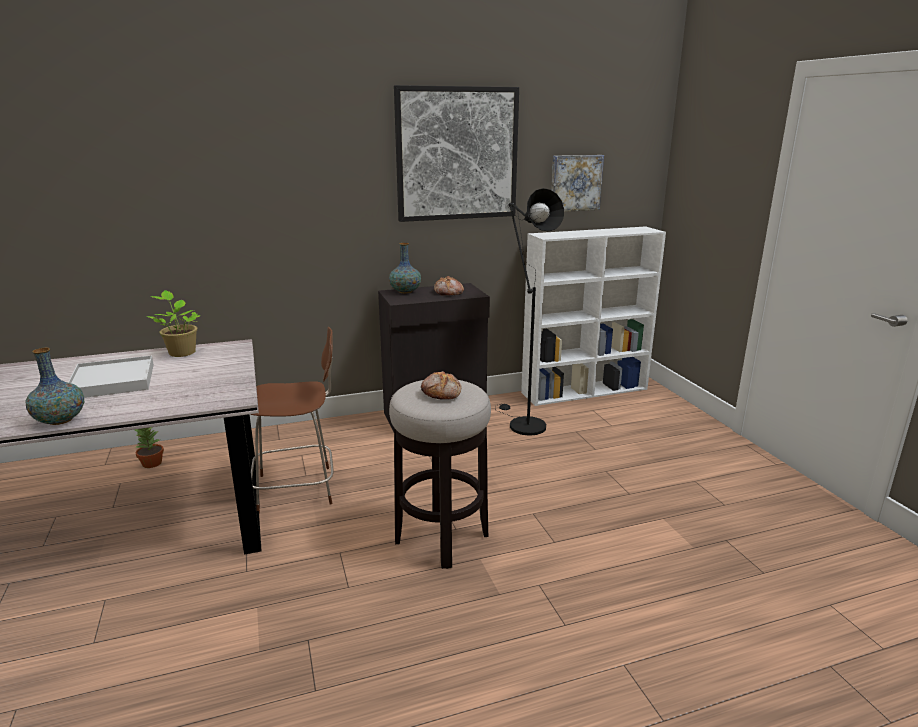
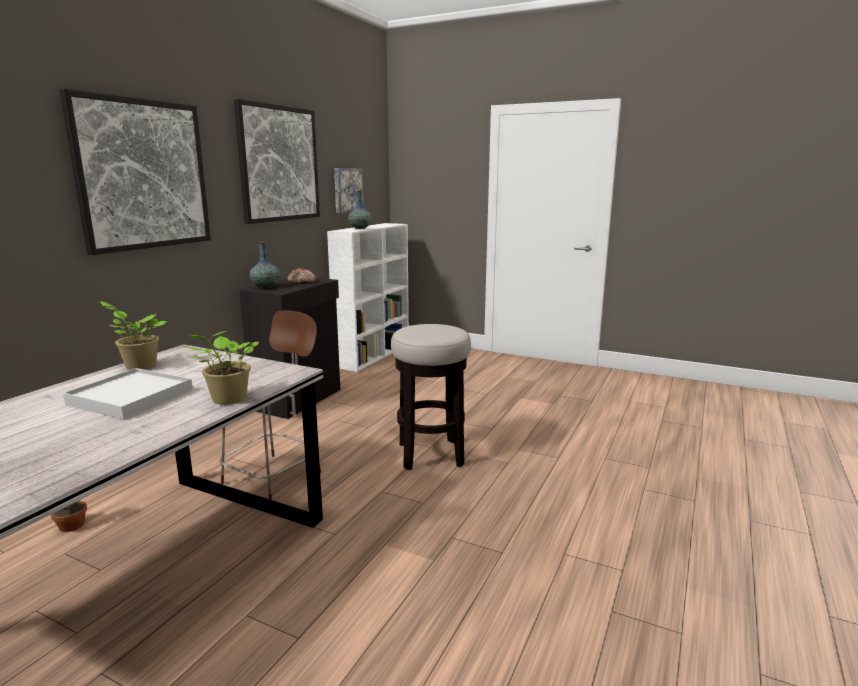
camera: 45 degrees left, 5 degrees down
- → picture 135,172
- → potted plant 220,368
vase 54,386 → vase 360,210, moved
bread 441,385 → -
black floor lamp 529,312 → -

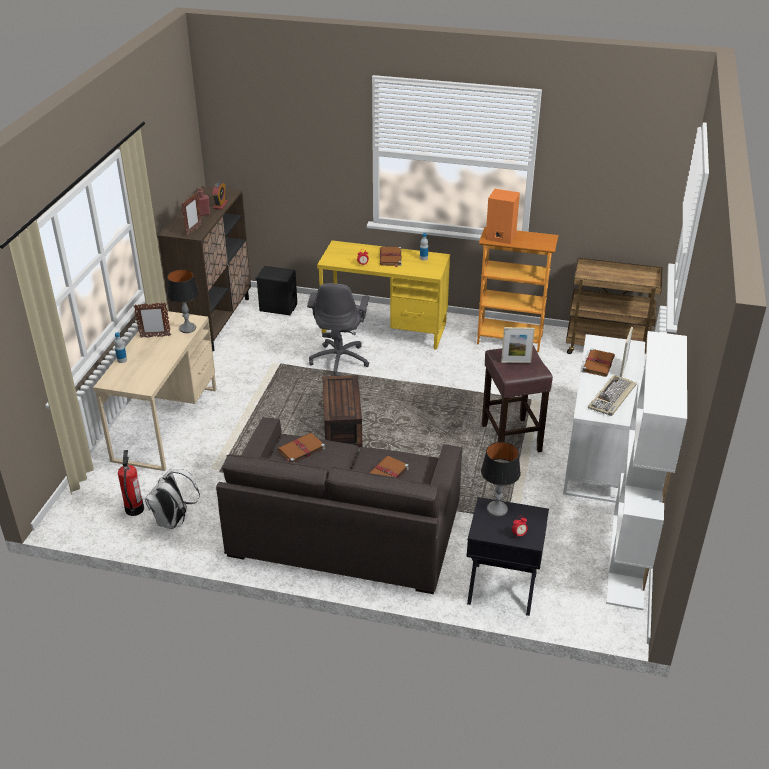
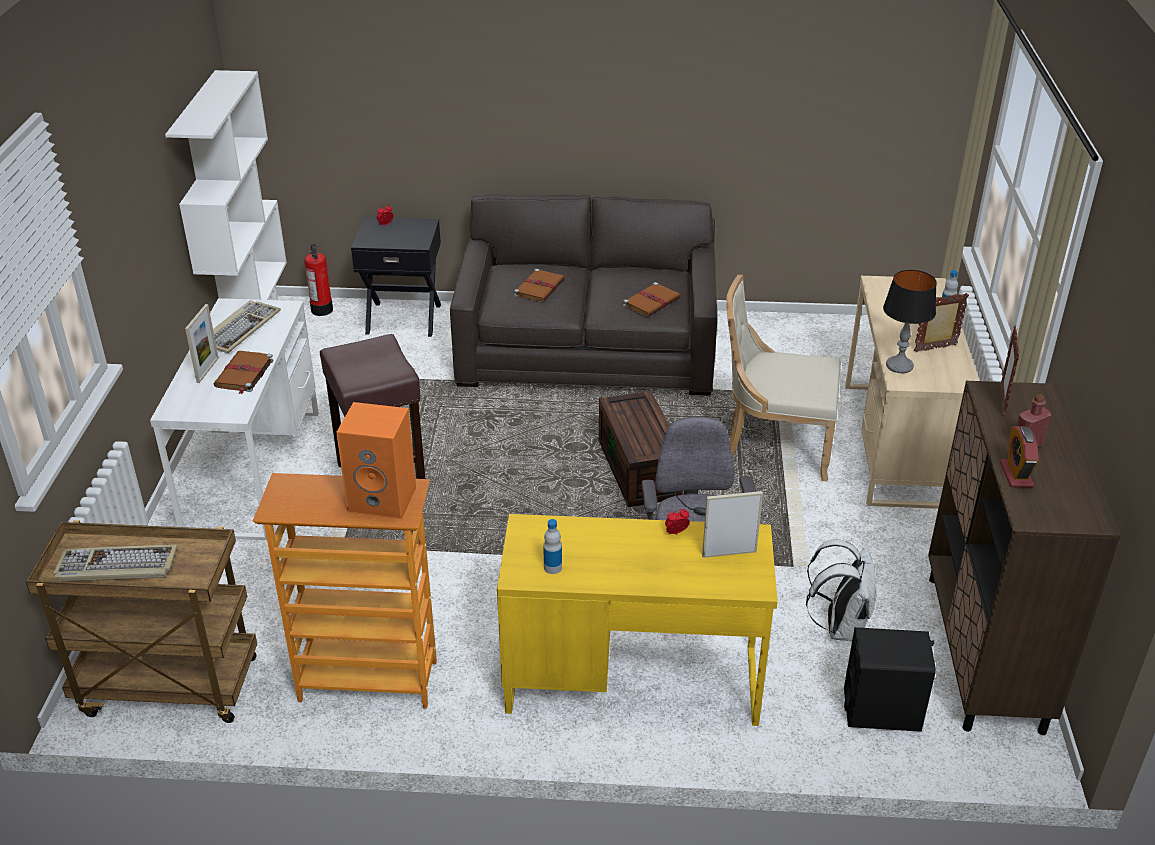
camera: 170 degrees right, 0 degrees up
- → keyboard 115,563
fire extinguisher 131,483 → fire extinguisher 319,280, moved
picture frame 518,345 → picture frame 732,524, moved
- → beige chair 783,378
white backpack 172,498 → white backpack 841,590, moved
brown book 391,257 → -
table lamp 501,479 → -

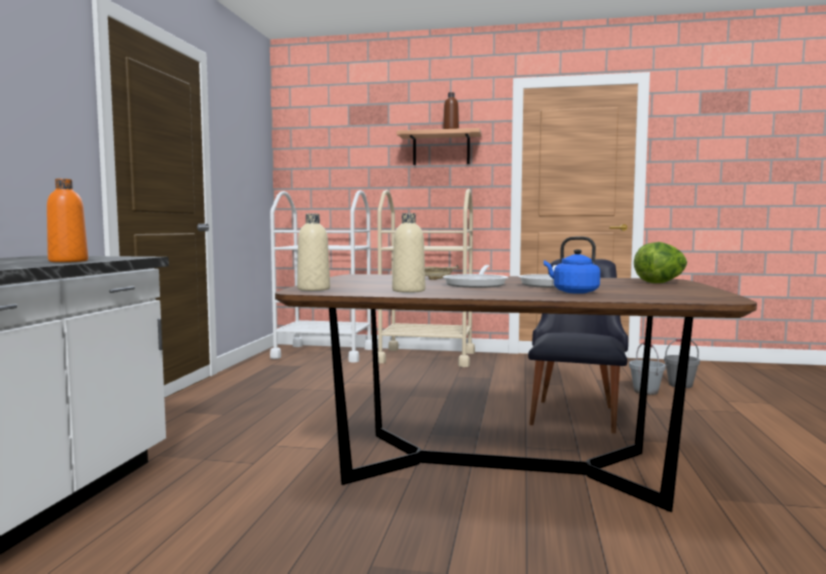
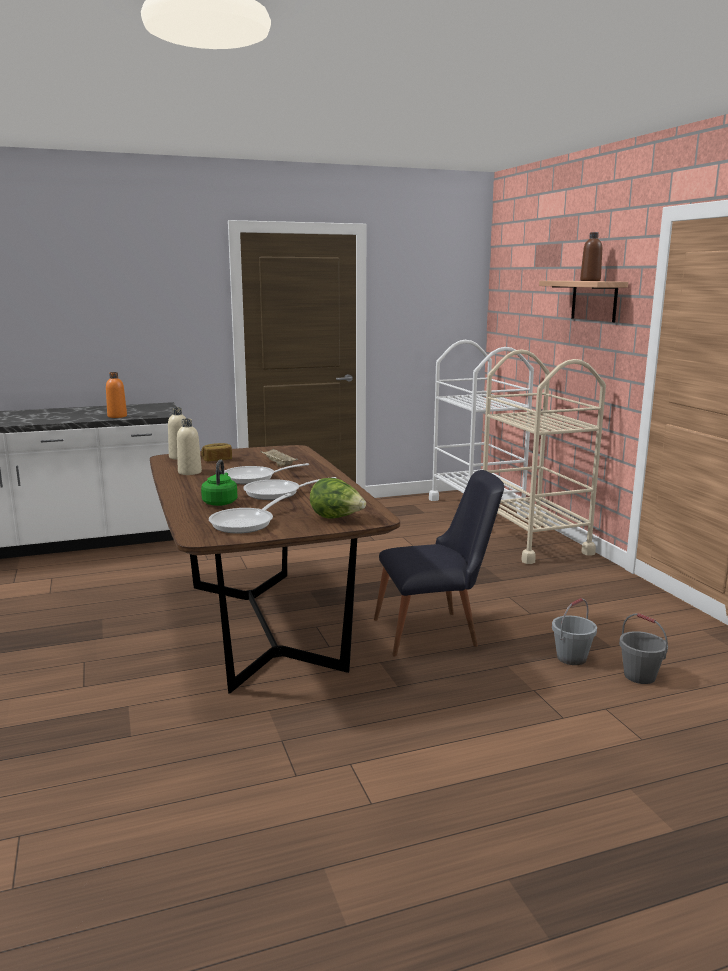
camera: 60 degrees right, 10 degrees up
- → bread 216,452
blue kettle 572,265 → green kettle 219,483
- → frying pan 250,513

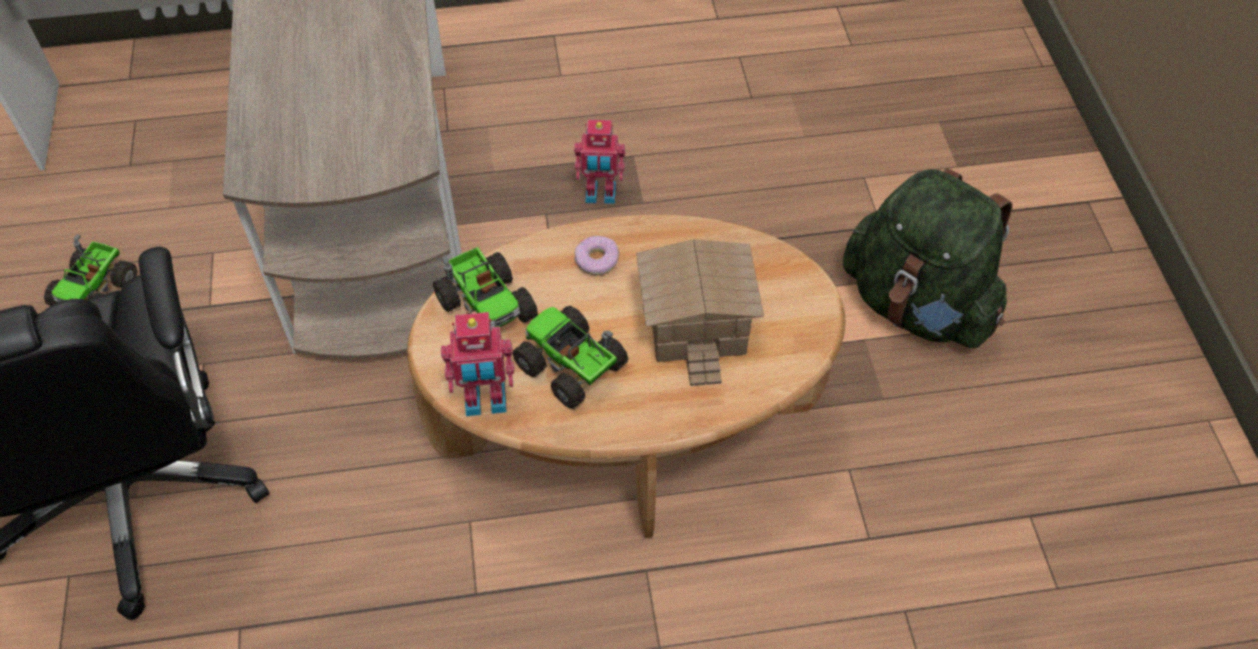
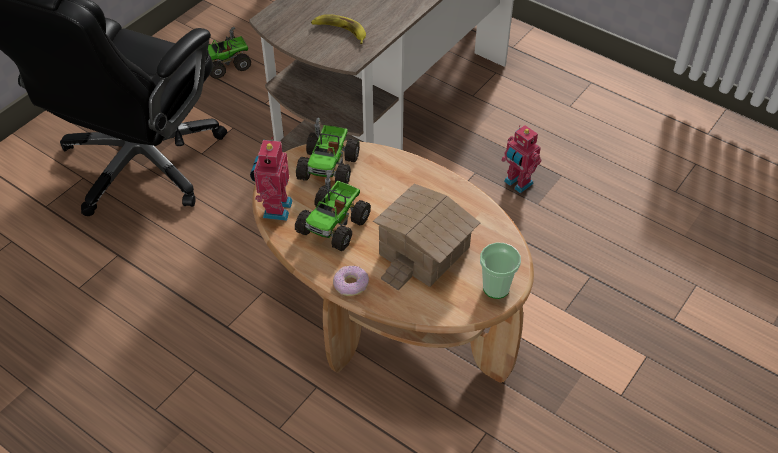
camera: 45 degrees right, 5 degrees down
toy robot 478,364 → toy robot 271,179, 60 degrees clockwise
toy truck 570,357 → toy truck 333,212, 150 degrees counterclockwise
- → banana 338,29
donut 597,255 → donut 351,281, moved
- → cup 500,270
green backpack 927,258 → -

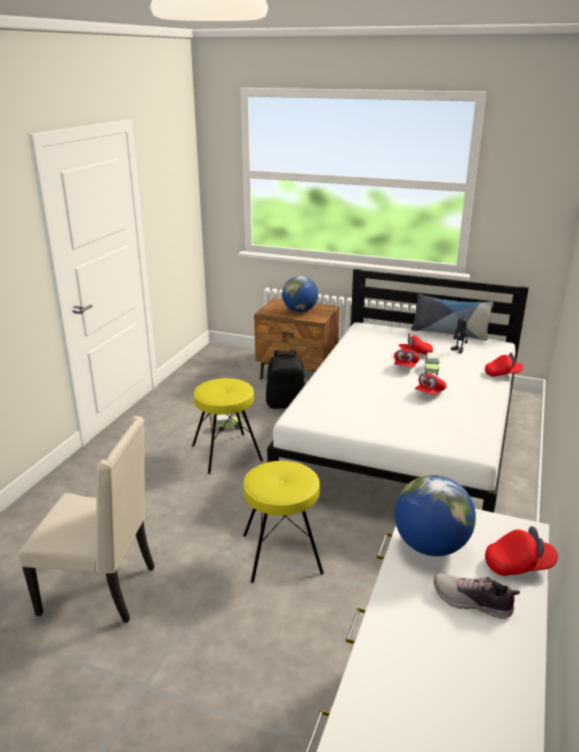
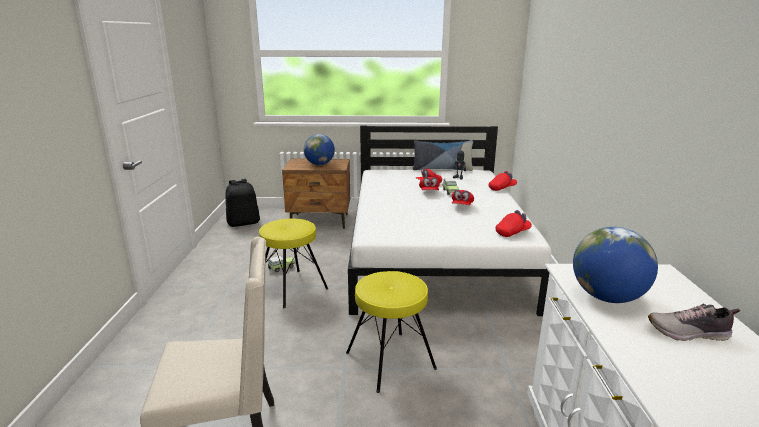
camera: 20 degrees left, 5 degrees down
black backpack 285,379 → black backpack 242,203, moved
red cap 521,551 → red cap 514,223, moved

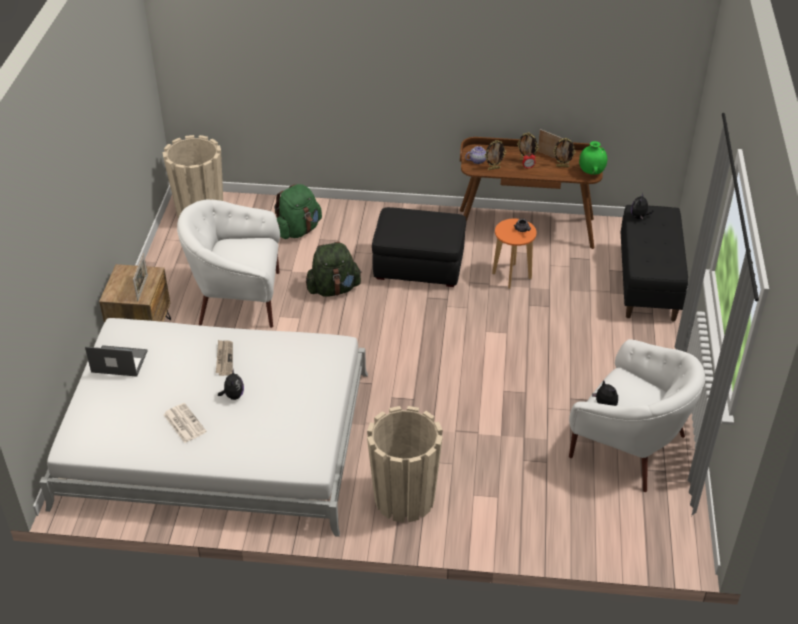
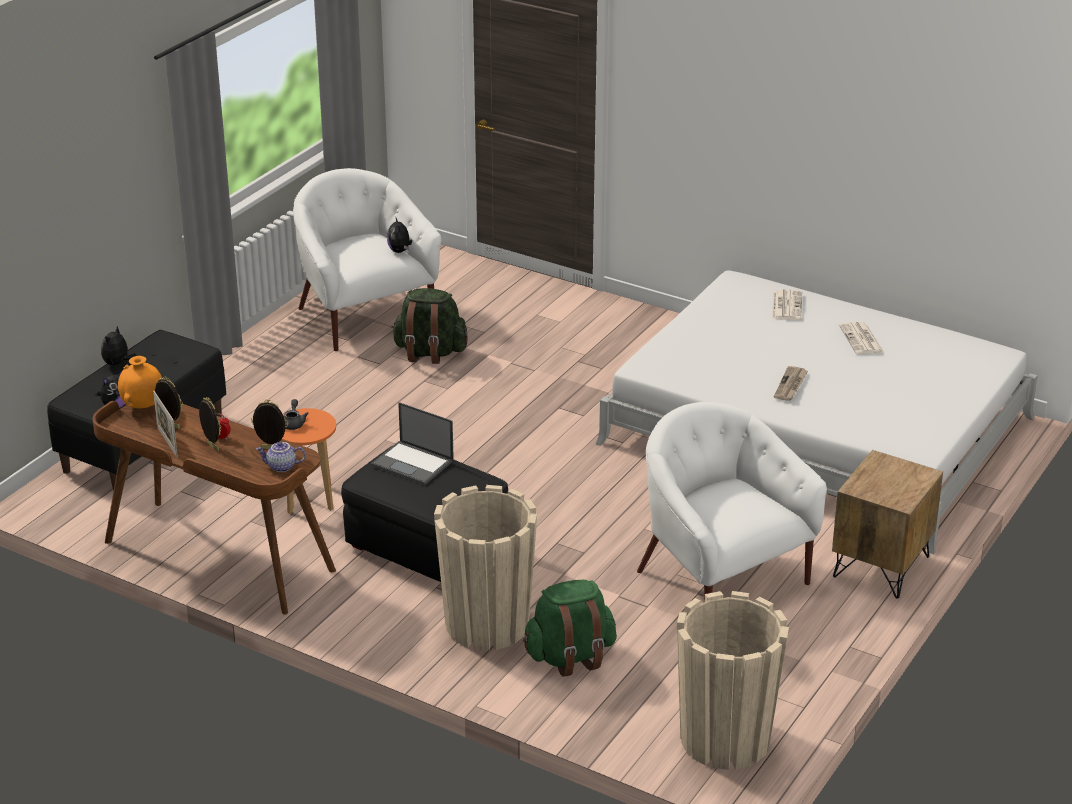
camera: 155 degrees left, 10 degrees down
plush toy 231,384 → plush toy 118,345, moved
green vase 593,158 → orange vase 140,382
laptop 116,361 → laptop 412,443, moved
green backpack 334,269 → green backpack 430,326, moved
beige planter 405,464 → beige planter 485,568, moved
white armchair 228,263 → white armchair 732,502, 150 degrees counterclockwise
- → newspaper 787,305
picture frame 140,277 → -

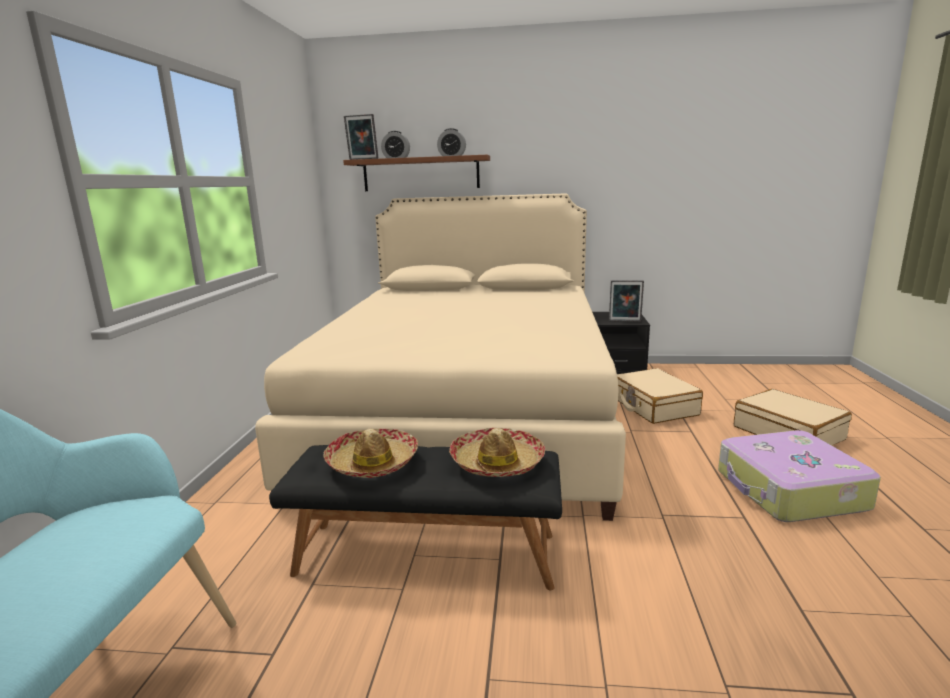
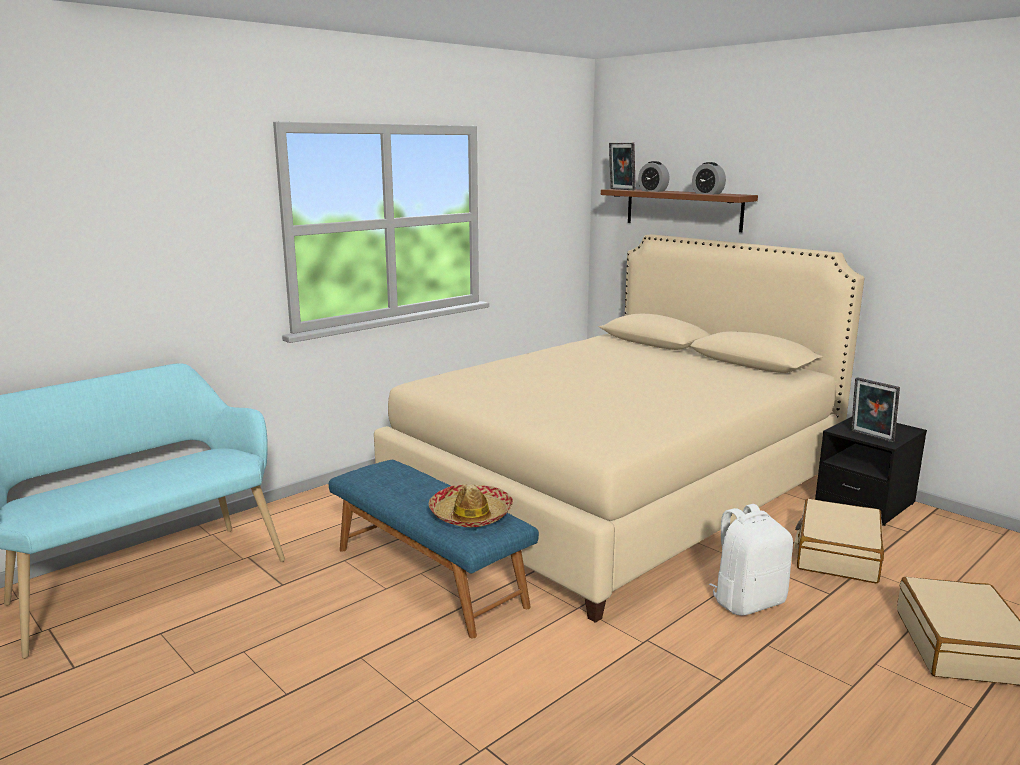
camera: 40 degrees right, 0 degrees up
black bench 415,517 → blue bench 434,549
- → white backpack 751,560
hat 371,453 → -
suitcase 799,476 → -

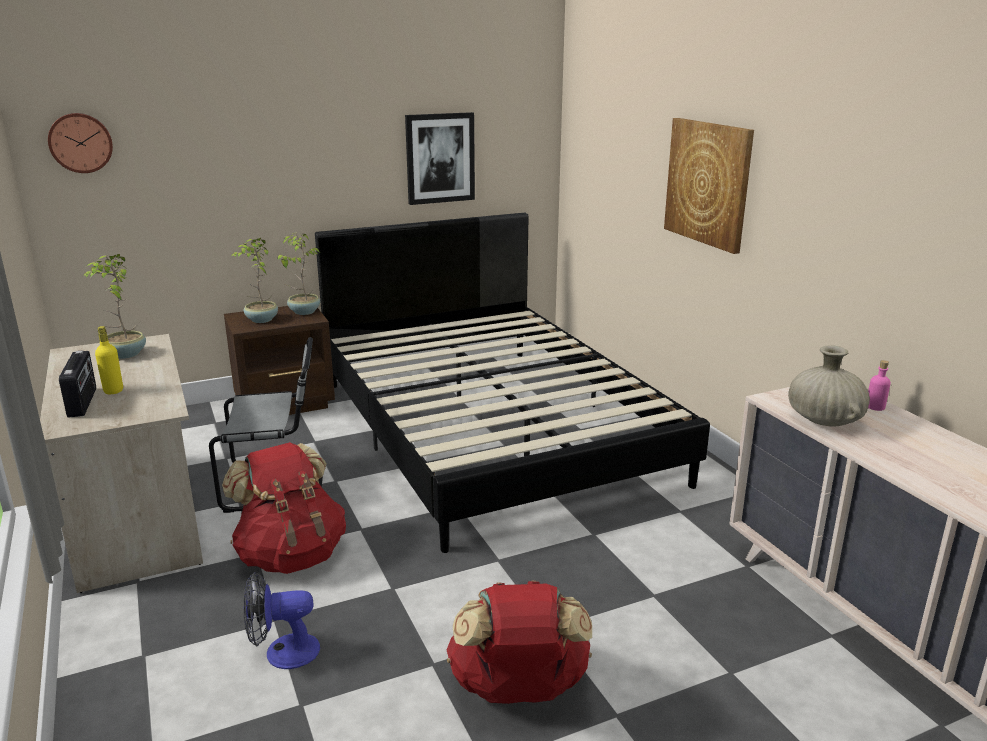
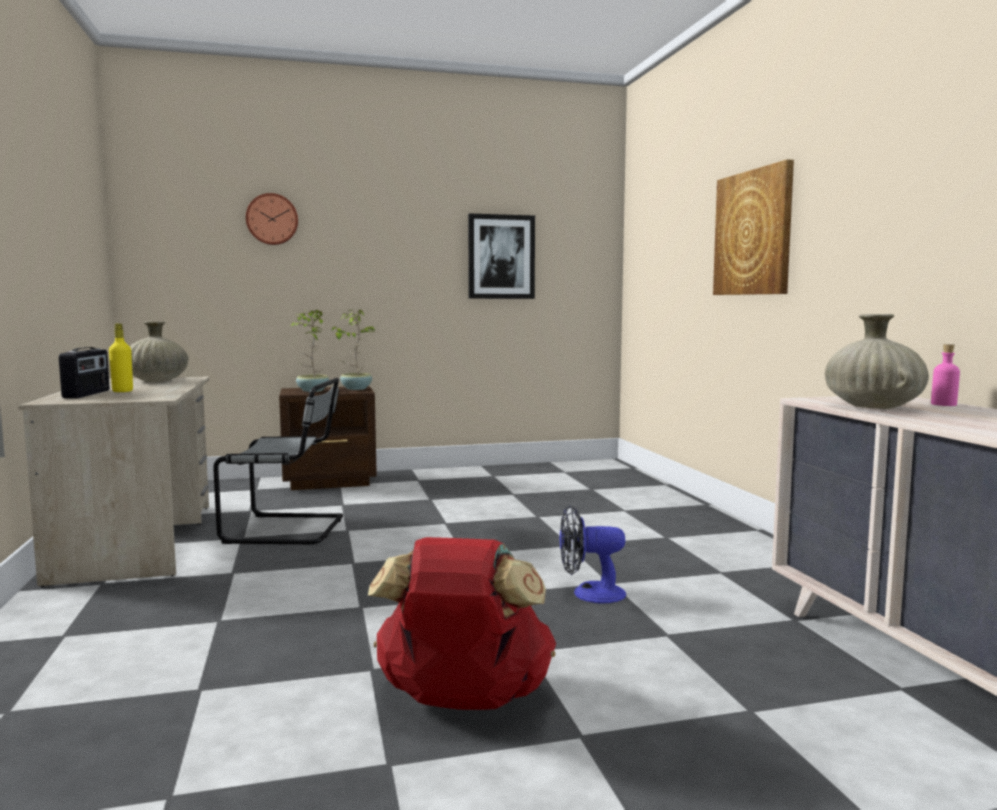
camera: 10 degrees right, 15 degrees down
potted plant 114,306 → beige vase 159,351
wall clock 80,143 → wall clock 272,219, moved
fan 282,620 → fan 593,554, moved
red backpack 284,508 → -
black bed 512,383 → -

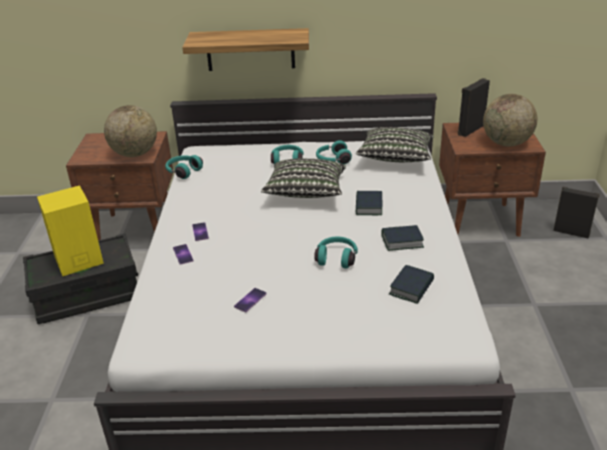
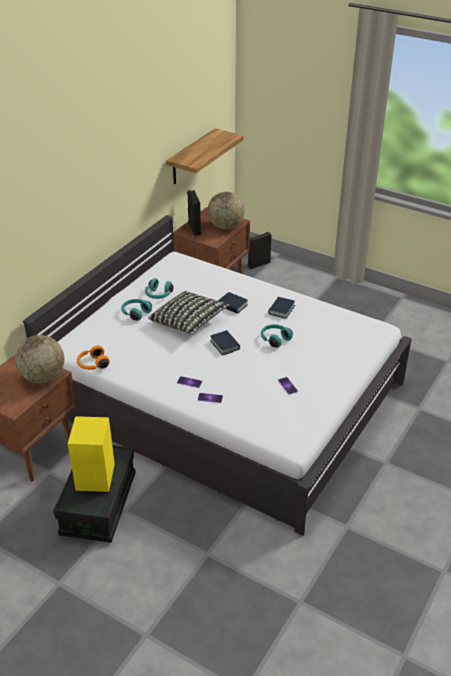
camera: 60 degrees left, 5 degrees up
turquoise headphones 184,167 → orange headphones 93,357
shelf 245,49 → shelf 205,156, moved
book 411,284 → book 225,342, moved
pillow 395,144 → -

